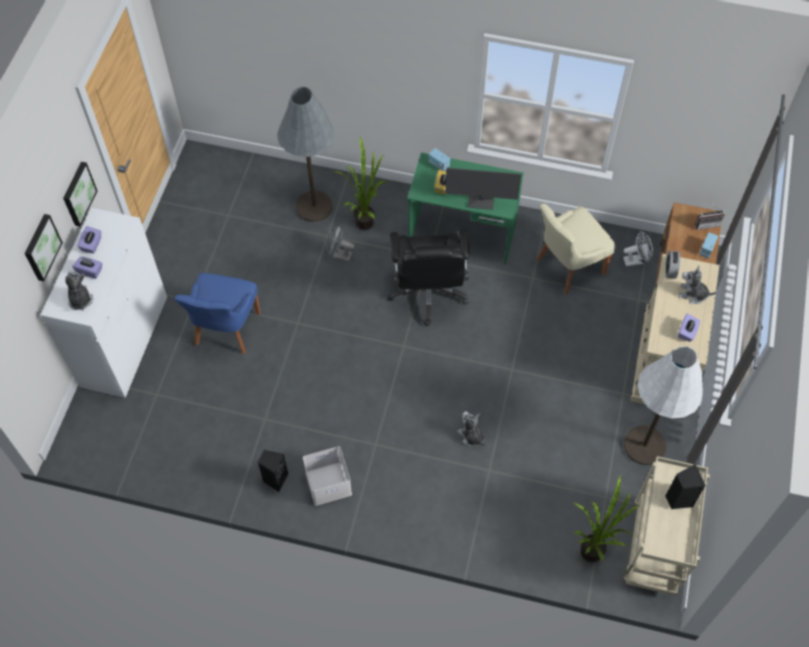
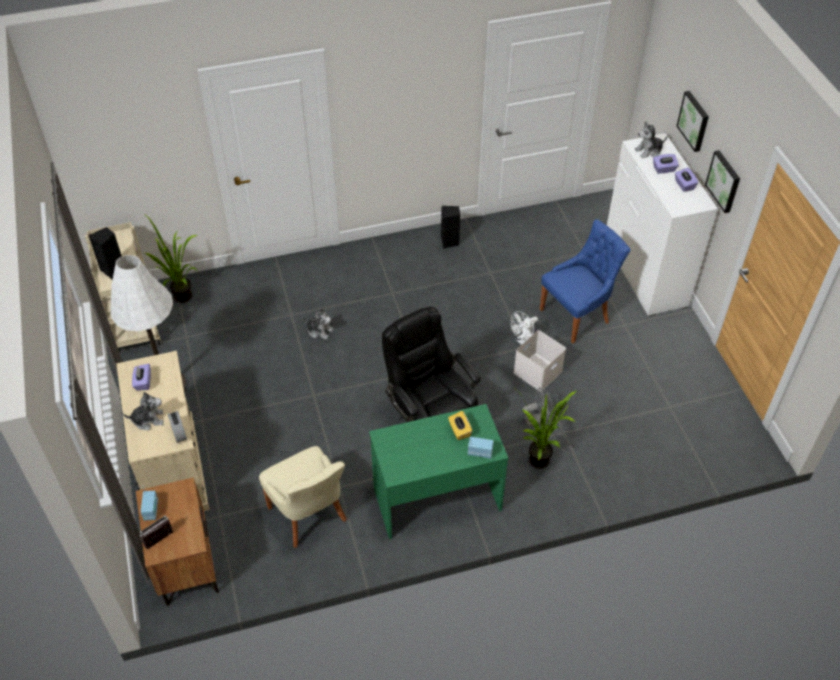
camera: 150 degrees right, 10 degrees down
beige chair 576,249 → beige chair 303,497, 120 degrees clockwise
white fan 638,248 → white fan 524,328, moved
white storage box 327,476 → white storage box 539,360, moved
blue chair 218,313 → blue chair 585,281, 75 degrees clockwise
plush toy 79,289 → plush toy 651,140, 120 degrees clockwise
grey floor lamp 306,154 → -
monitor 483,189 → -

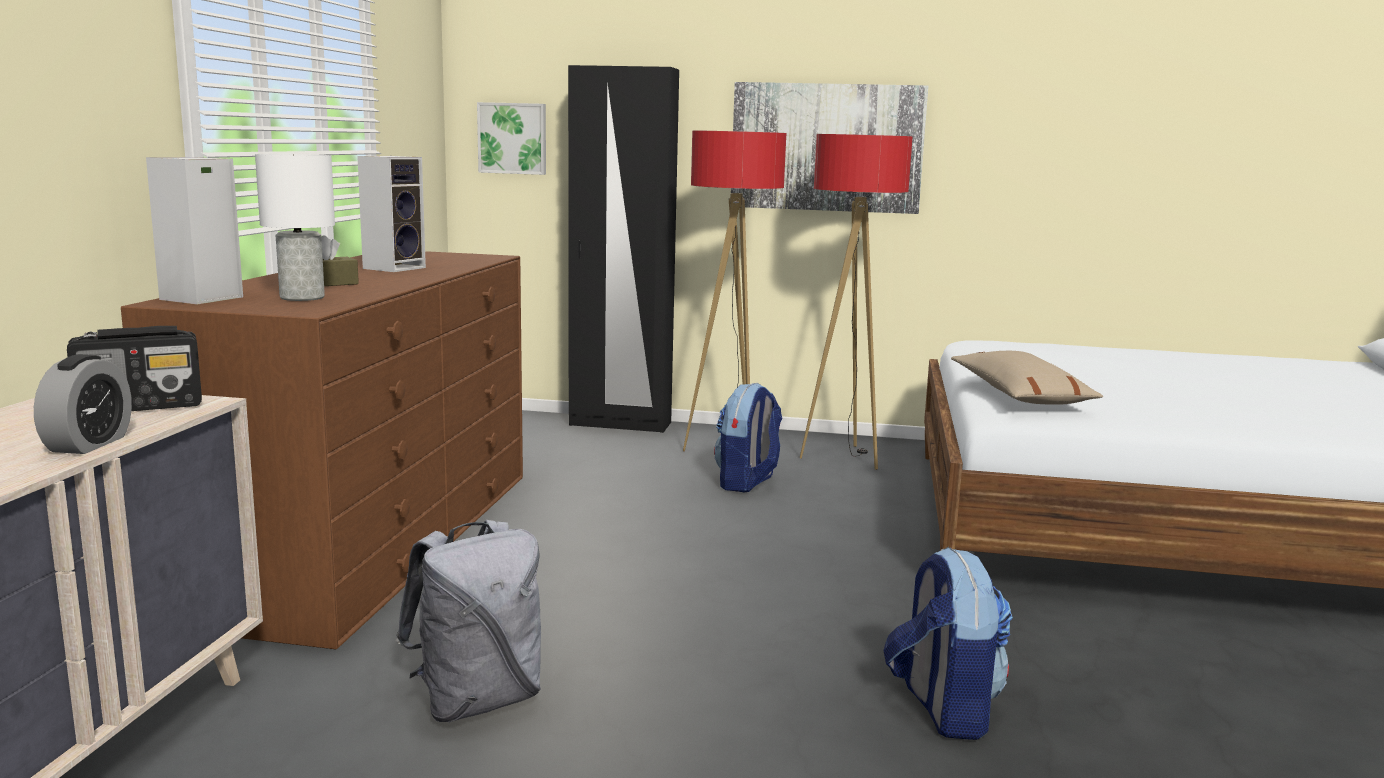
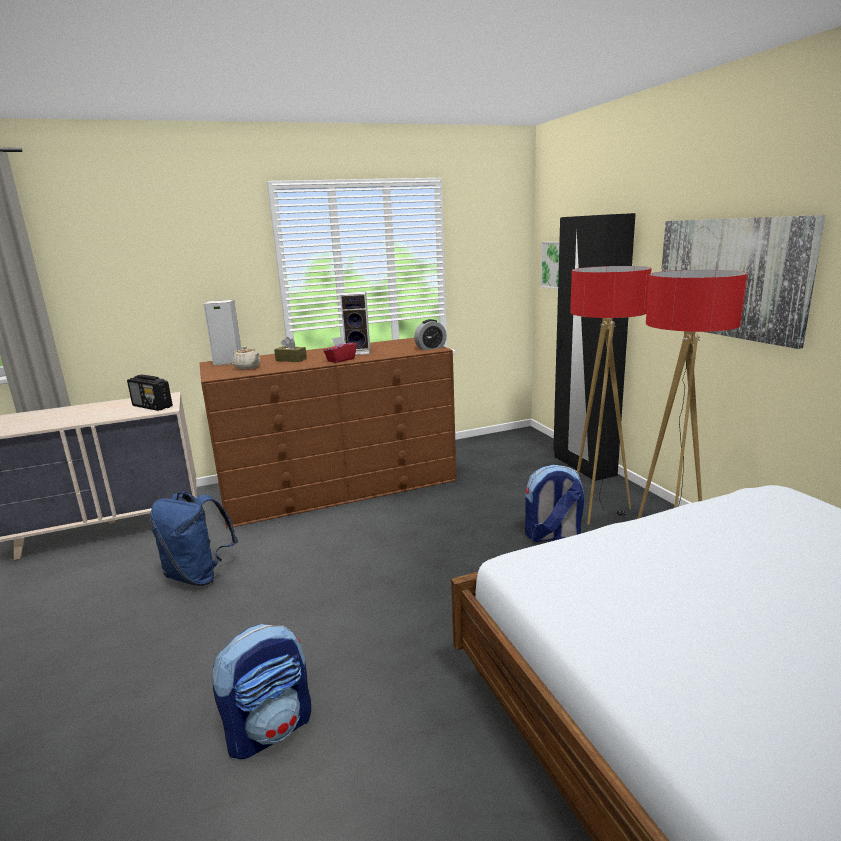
camera: 60 degrees right, 5 degrees up
grey backpack 468,621 → blue backpack 194,538
white table lamp 295,227 → beige teapot 247,358
- → red tissue box 340,349
alarm clock 83,404 → alarm clock 430,334, moved
beige pillow 1027,377 → -

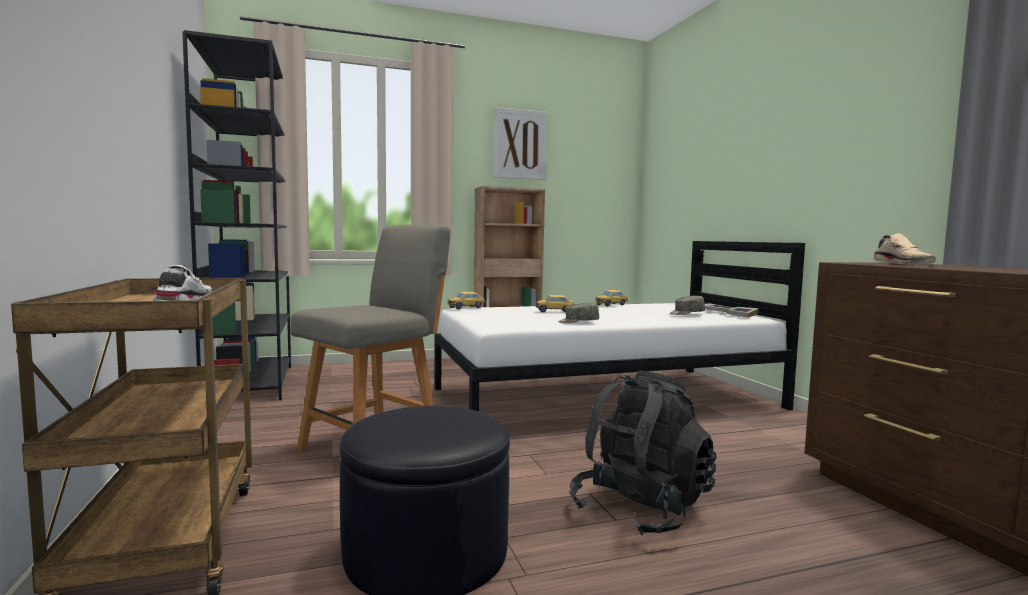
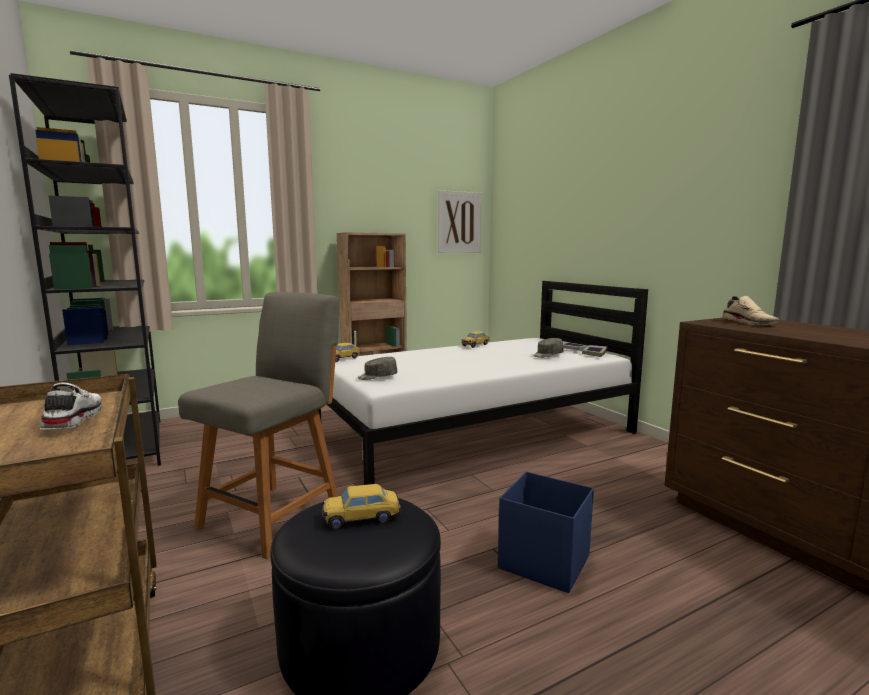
camera: 10 degrees left, 5 degrees up
toy car 555,303 → toy car 361,506, moved
grey cap 578,313 → grey cap 377,368, moved
picture 520,143 → picture 460,221, moved
black backpack 643,453 → blue storage box 546,532

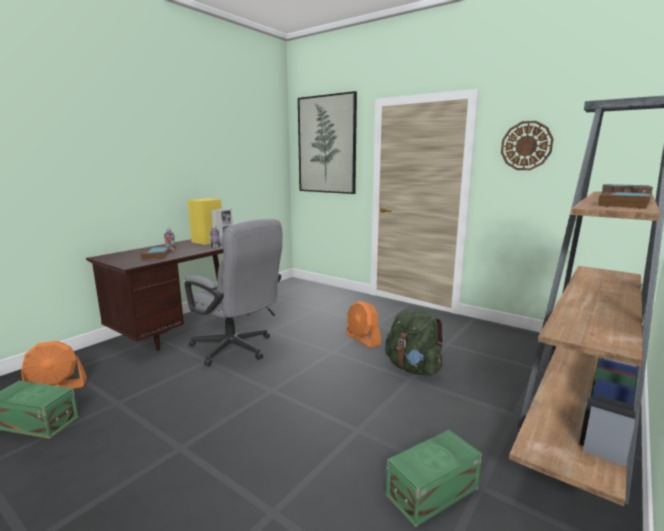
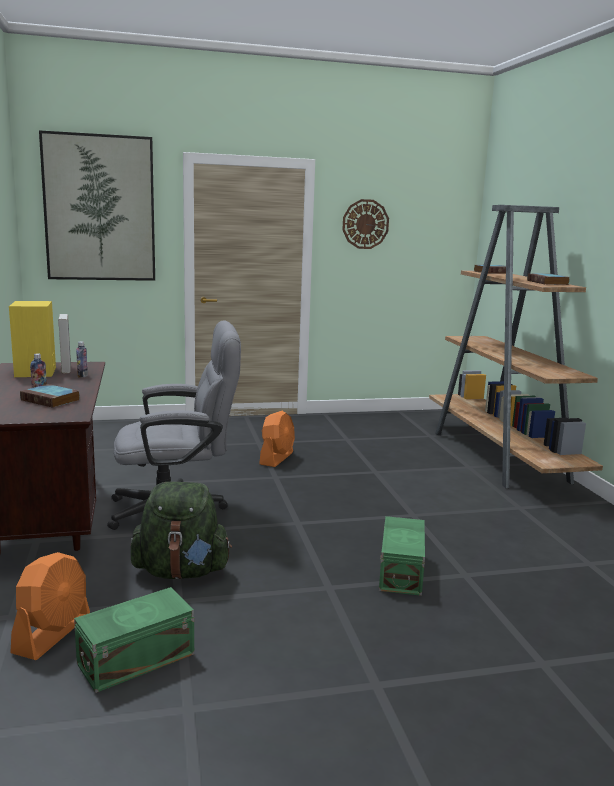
camera: 50 degrees left, 0 degrees up
green backpack 414,342 → green backpack 181,530, moved
orange fan 363,324 → orange fan 277,439, 75 degrees counterclockwise
green storage box 434,479 → green storage box 402,556, moved

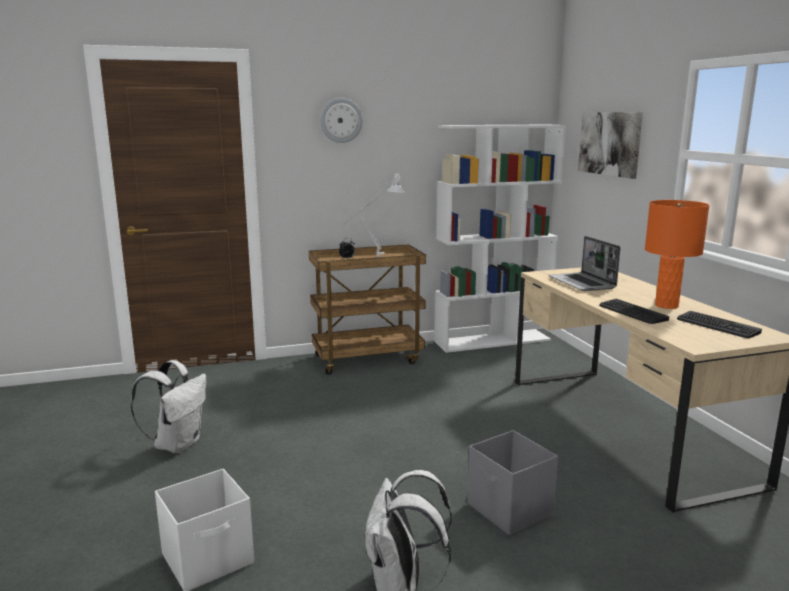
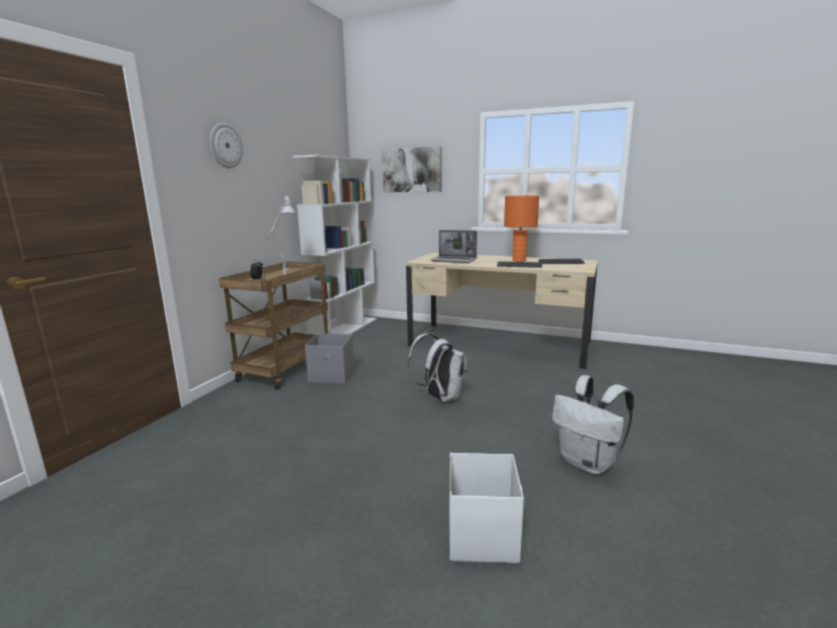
camera: 50 degrees left, 0 degrees up
grey storage box 512,482 → grey storage box 329,359, moved
white backpack 168,407 → white backpack 437,367, moved

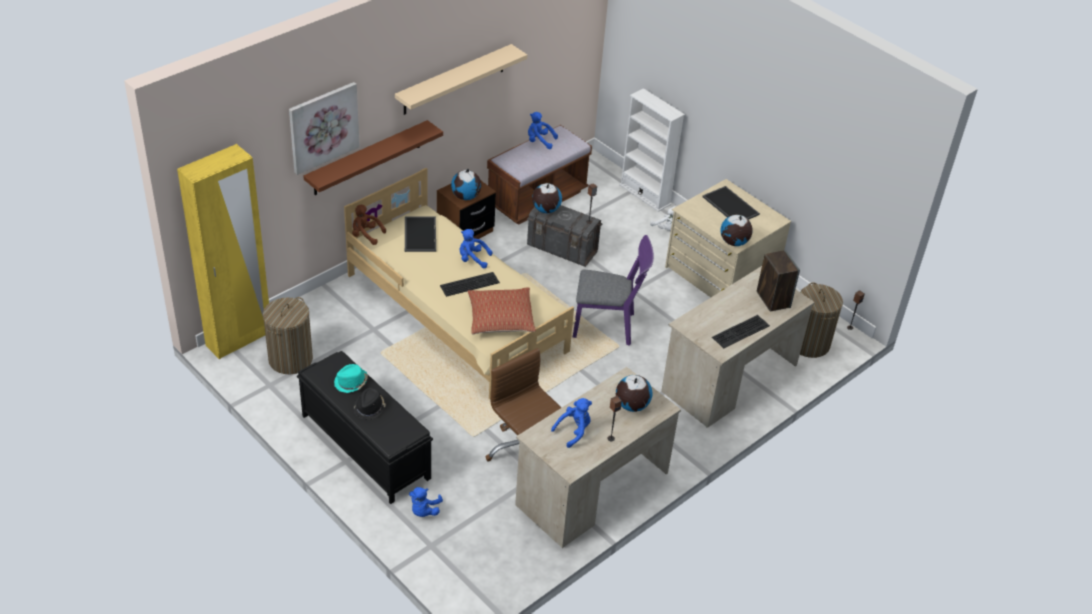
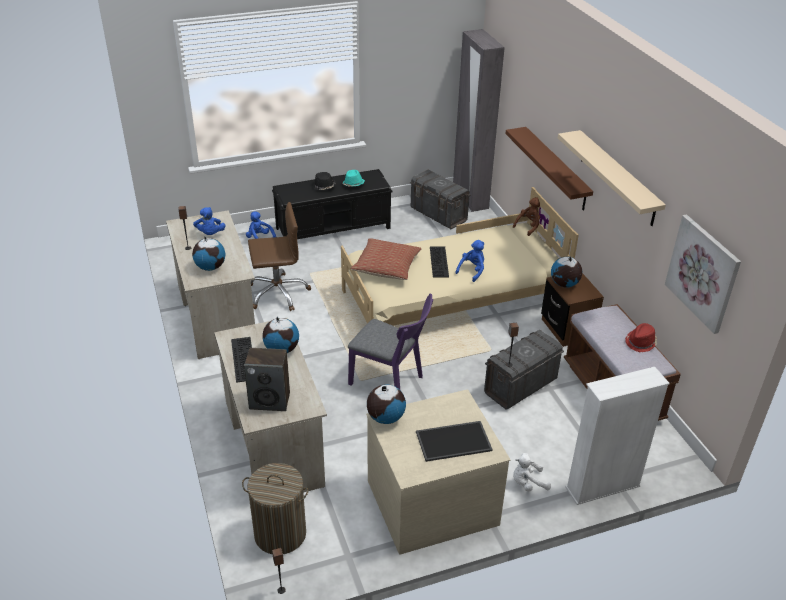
camera: 115 degrees right, 5 degrees down
globe 547,198 → globe 280,335, moved
purple chair 613,290 → purple chair 390,342, 90 degrees counterclockwise
laundry basket 288,335 → grey storage box 440,199
yellow wardrobe 223,251 → grey wardrobe 479,120
blue plush toy 543,130 → red hat 641,337
picture 324,128 → picture 703,274, moved
tray 420,234 → -

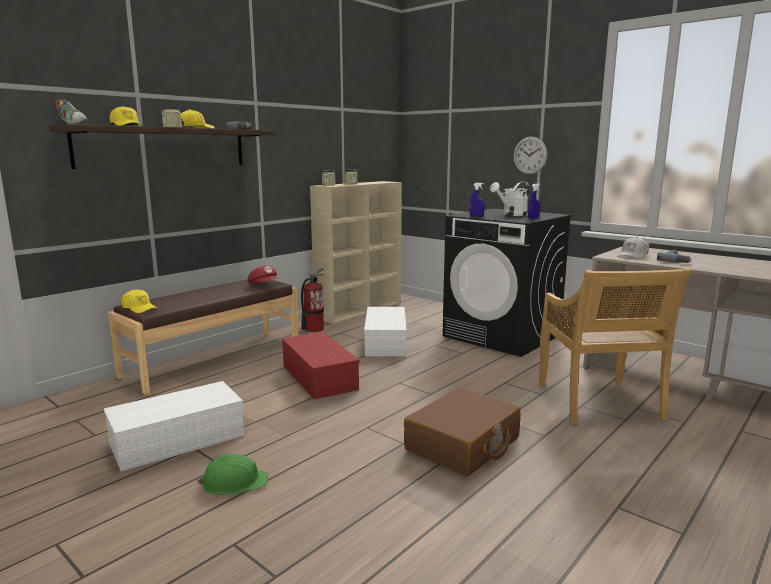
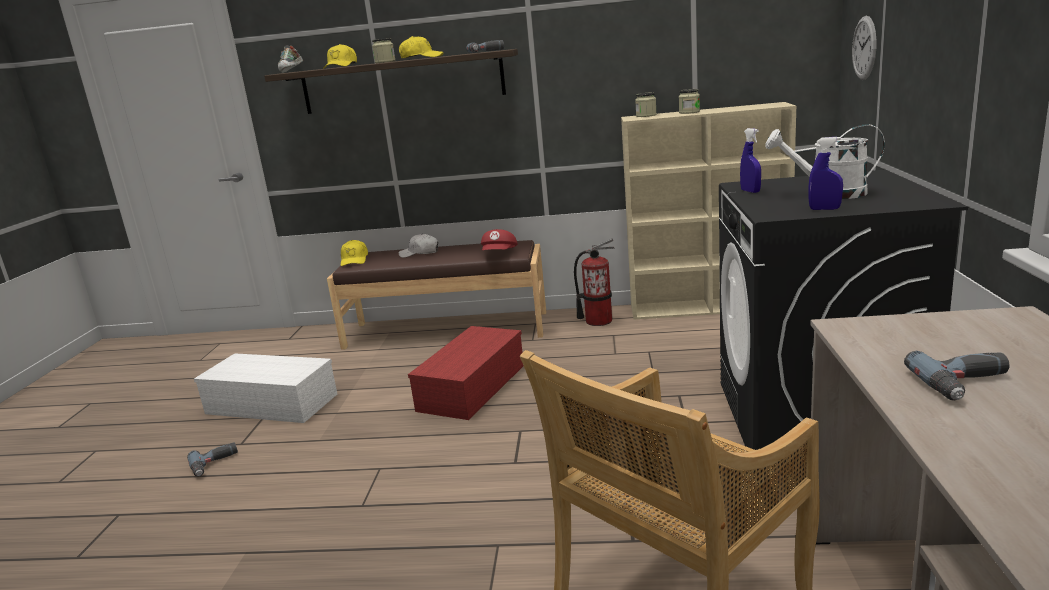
camera: 55 degrees right, 5 degrees up
green hard hat 232,474 → power drill 212,459
white cap 633,248 → white cap 418,246, moved
wall clock 531,155 → wall clock 864,48, moved
white storage box 385,331 → -
brown suitcase 462,432 → -

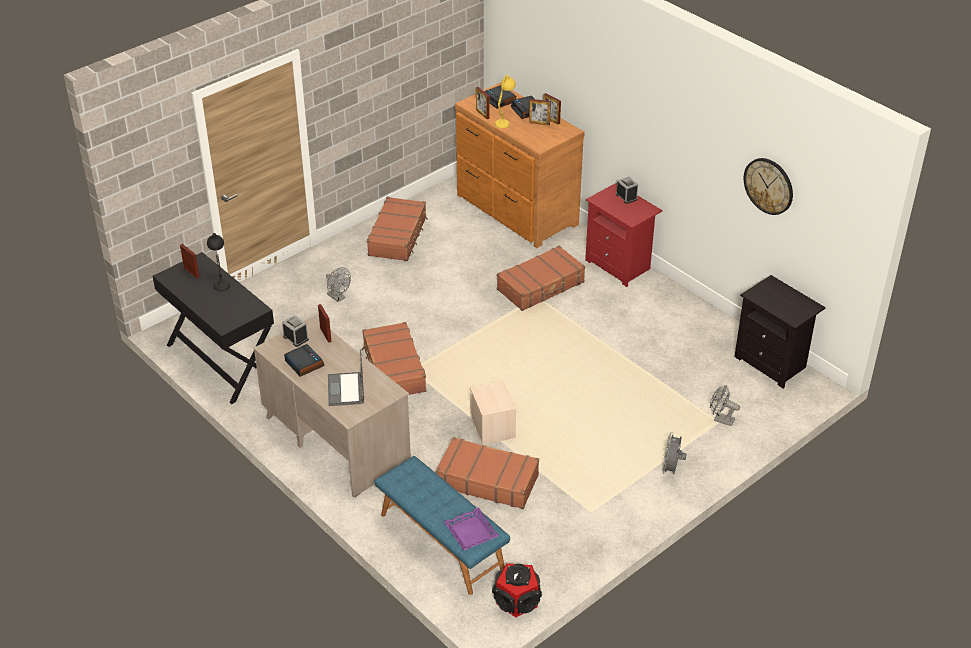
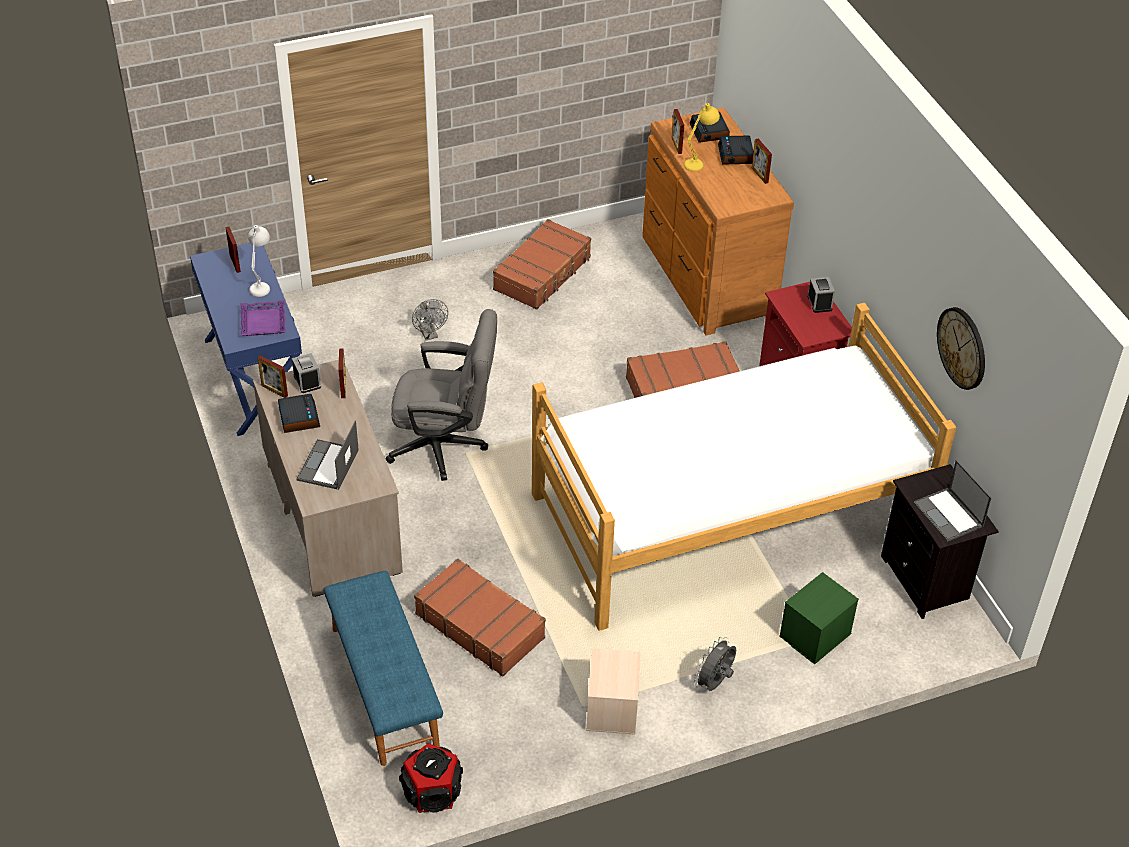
camera: 20 degrees right, 5 degrees up
black console table 213,328 → blue console table 246,339
purple tray 471,529 → purple tray 263,318, moved
black table lamp 218,262 → white table lamp 259,261
picture frame 540,112 → picture frame 273,376, moved
brown suitcase 393,358 → grey office chair 441,395
- → bed 744,467
beige storage box 493,413 → beige storage box 613,691, moved
grey fan 725,405 → green storage box 819,618
- → laptop 952,501

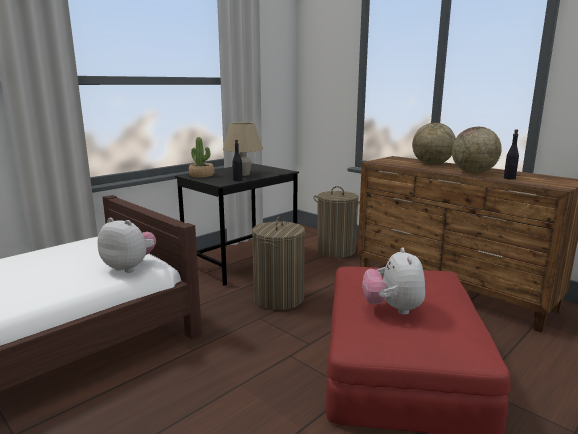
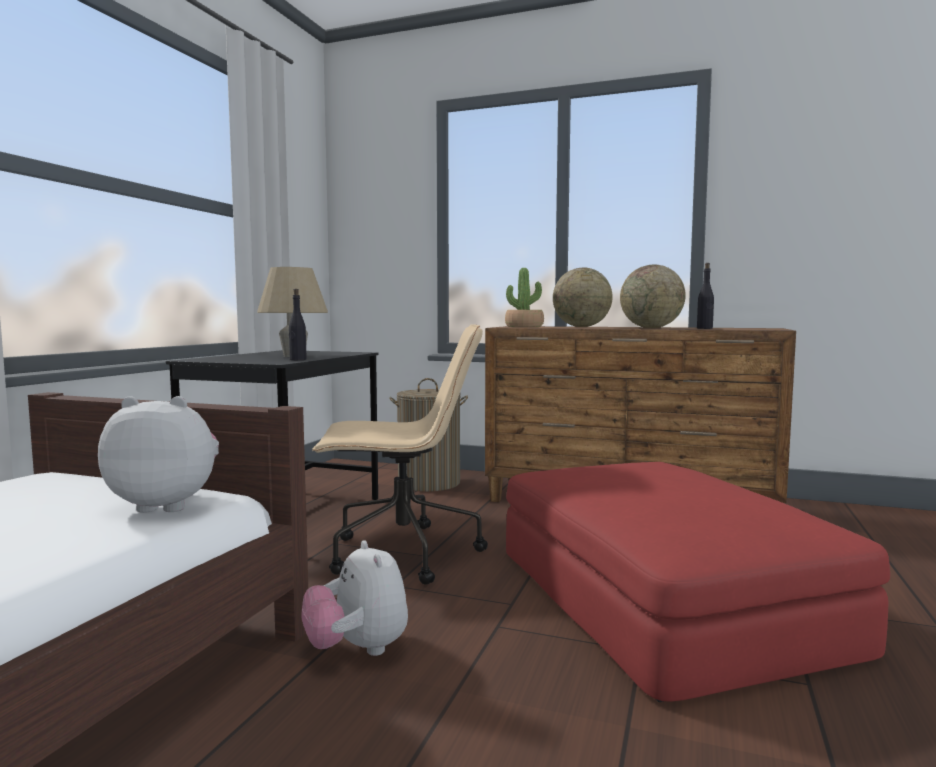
camera: 25 degrees left, 10 degrees down
plush toy 393,281 → plush toy 354,598, moved
laundry basket 278,263 → beige office chair 400,454
potted plant 201,157 → potted plant 524,297, moved

